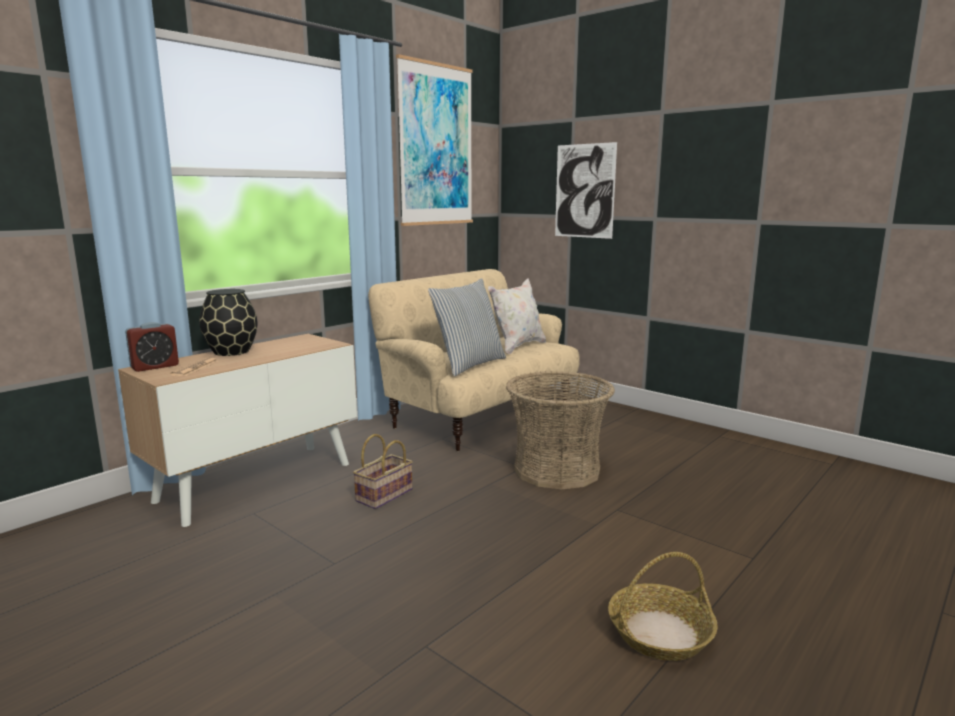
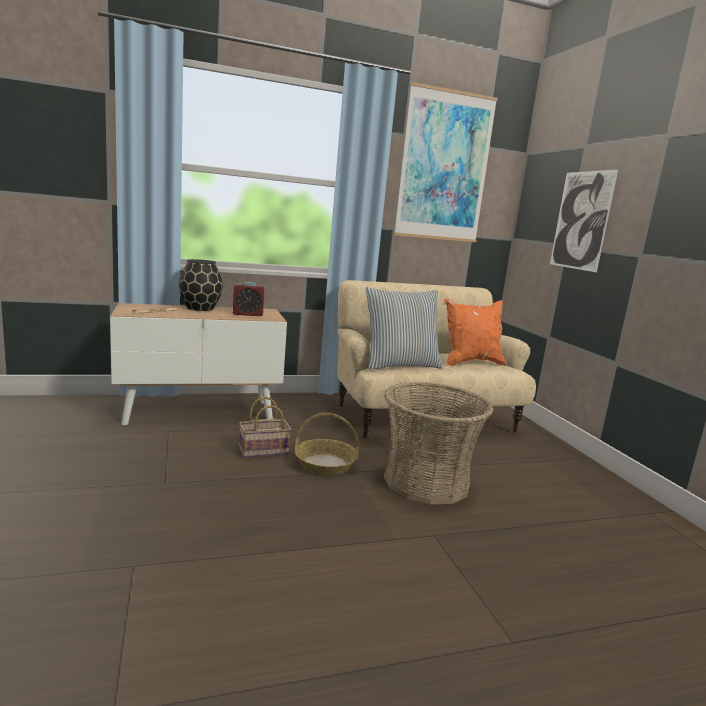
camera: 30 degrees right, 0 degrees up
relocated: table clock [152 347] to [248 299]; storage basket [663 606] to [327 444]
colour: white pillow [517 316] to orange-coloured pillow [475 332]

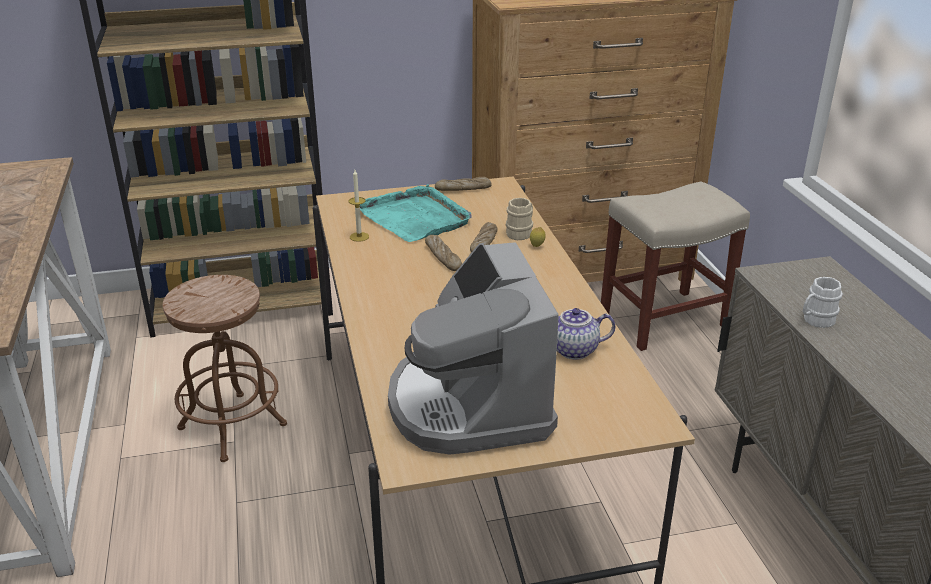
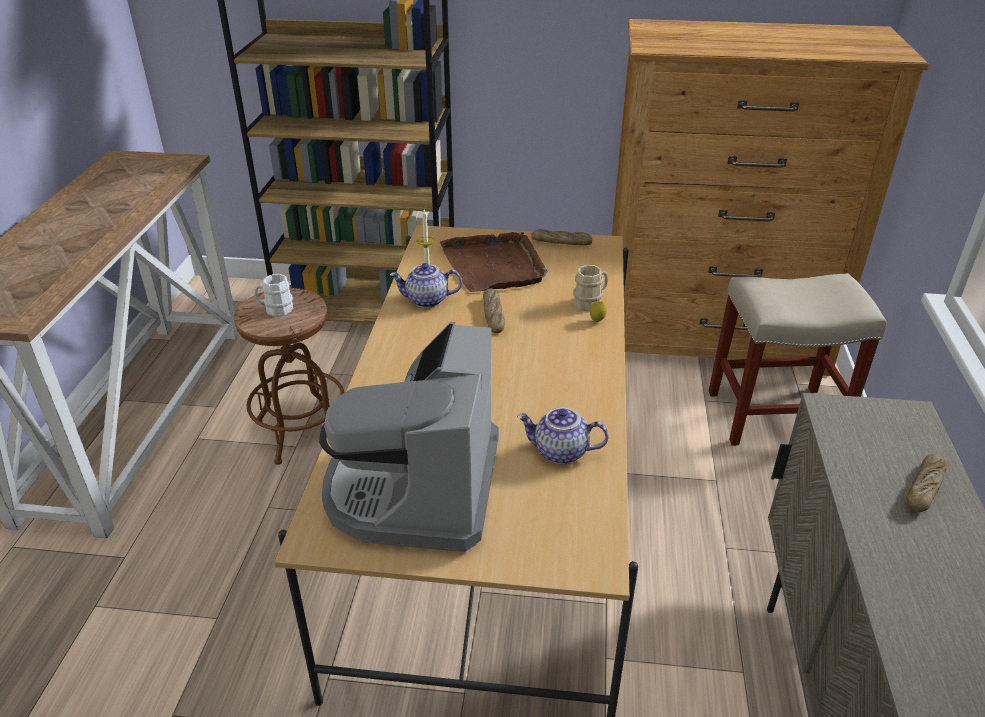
camera: 20 degrees right, 5 degrees up
appeared: pot for tea [426 285]
relocated: white coffee mug [823 302] to [273 295]; bread [483 237] to [927 483]
colour: blue-green serving tray [415 213] to brown-coloured serving tray [493 262]

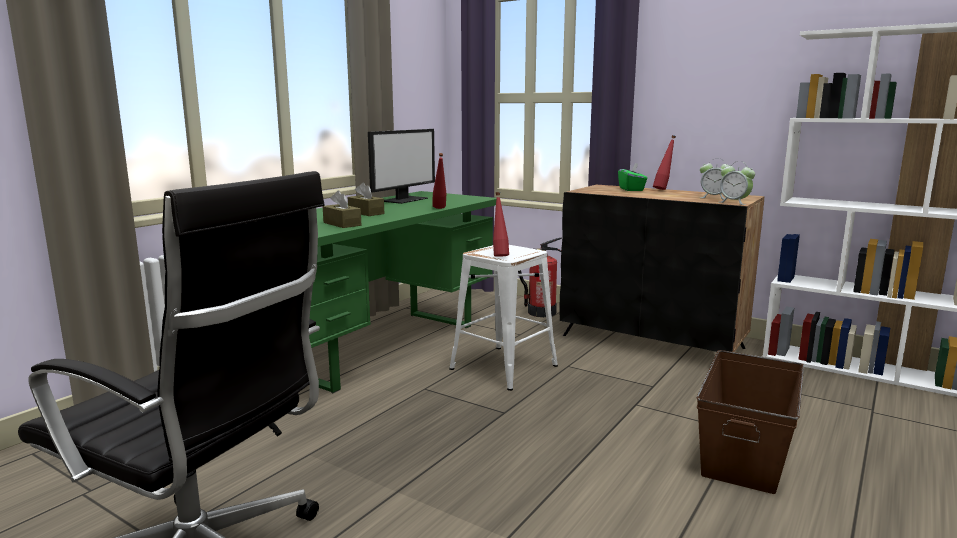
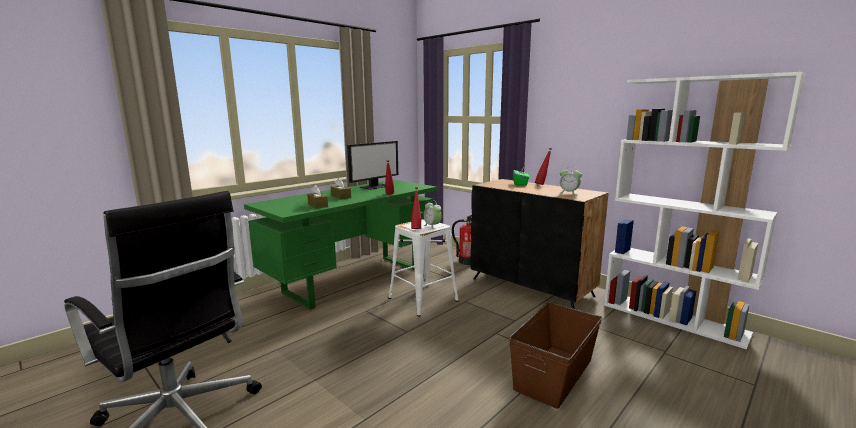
camera: 10 degrees right, 0 degrees up
relocated: table clock [737 183] to [432 214]

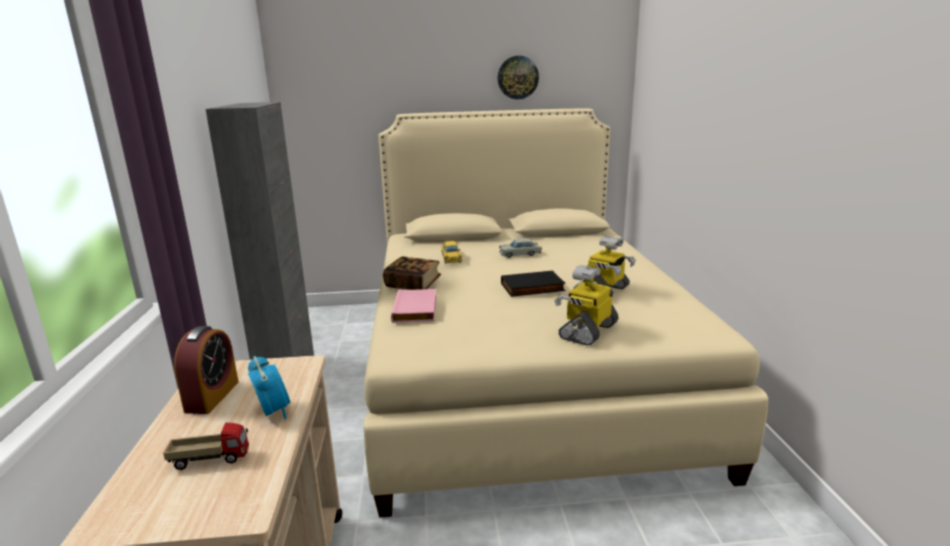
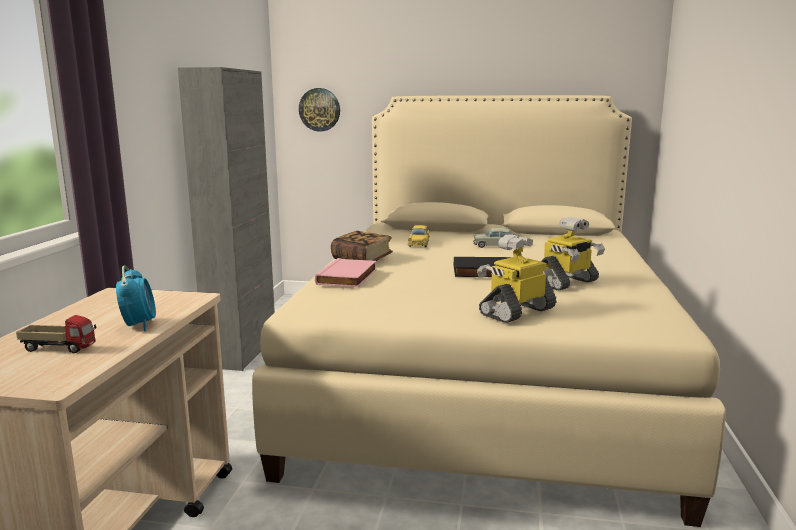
camera: 15 degrees right, 5 degrees down
missing: table clock [206 370]
relocated: clock on the wall [518 77] to [319 110]

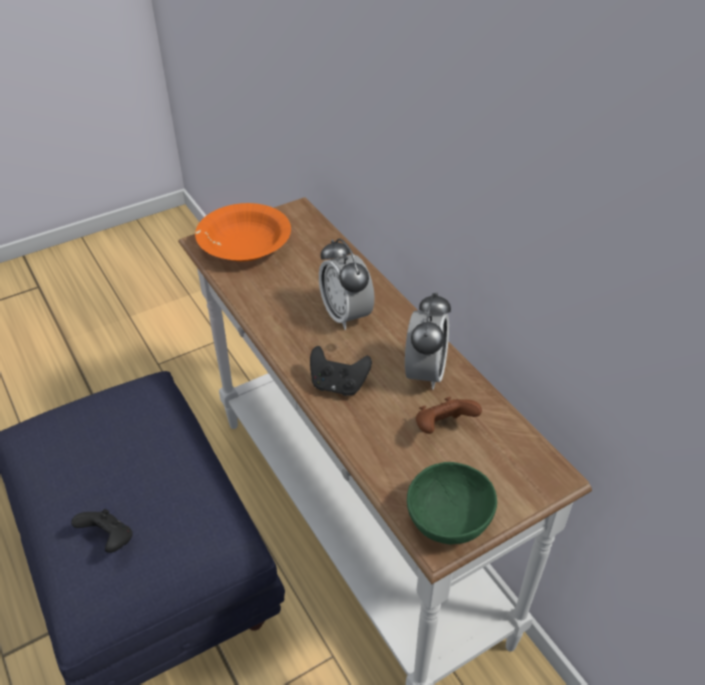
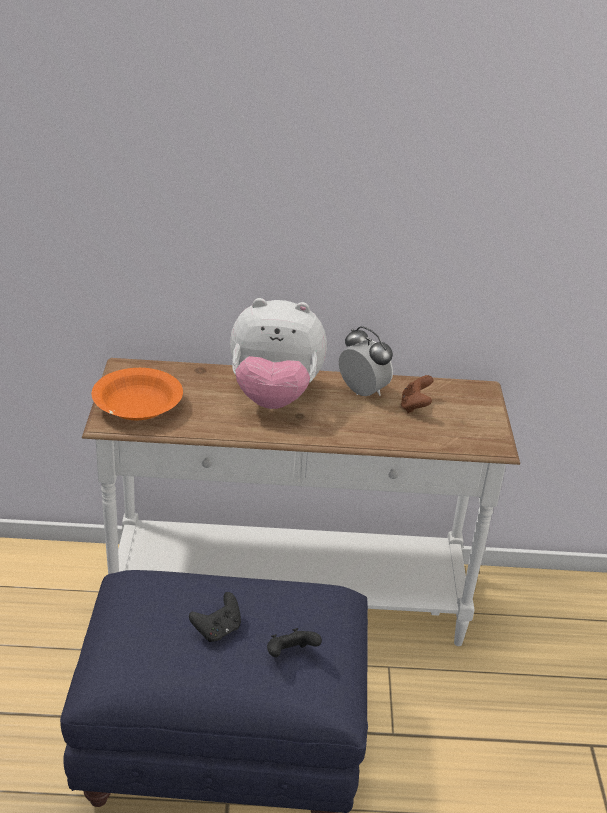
camera: 60 degrees left, 10 degrees down
missing: green-coloured bowl [452 503]
relocated: blackish game controller [341 371] to [215 617]
exchanged: table clock [347 284] to plush toy [278 353]

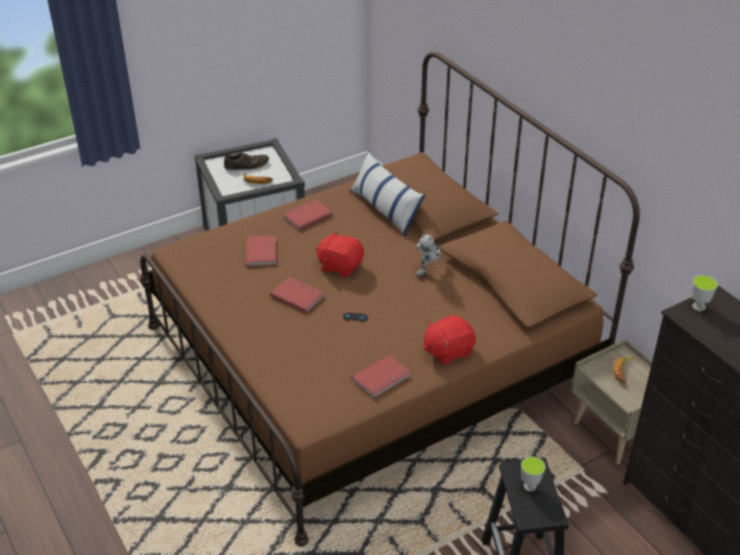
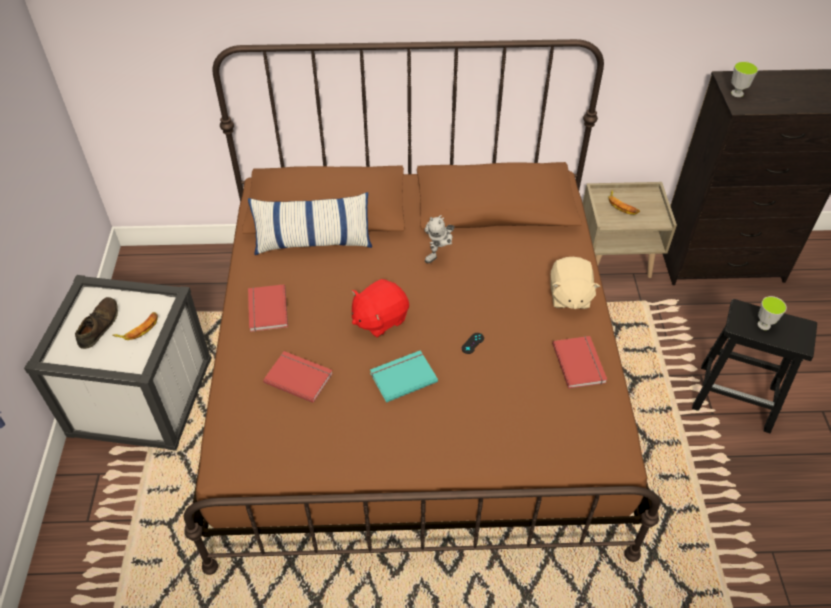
camera: 60 degrees left, 10 degrees up
colour: red-coloured book [297 295] to blue-green book [404 376]; red-coloured plush toy [449 340] to beige plush toy [575 283]
spun: robot figure [429 255] = [439 239] 60 degrees clockwise

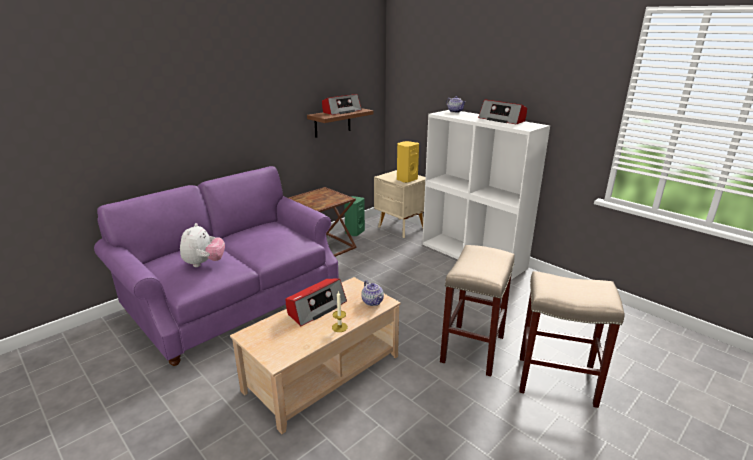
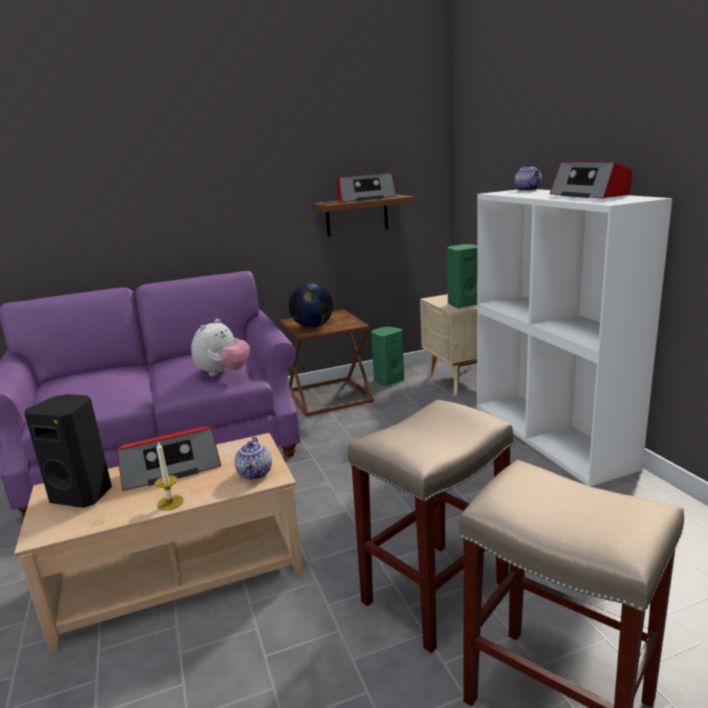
camera: 25 degrees right, 5 degrees down
appeared: blackish audio speaker [68 451]; desk globe [311 305]
relocated: plush toy [202 245] to [220 347]
colour: yellowish audio speaker [408 162] to green-coloured audio speaker [462 276]

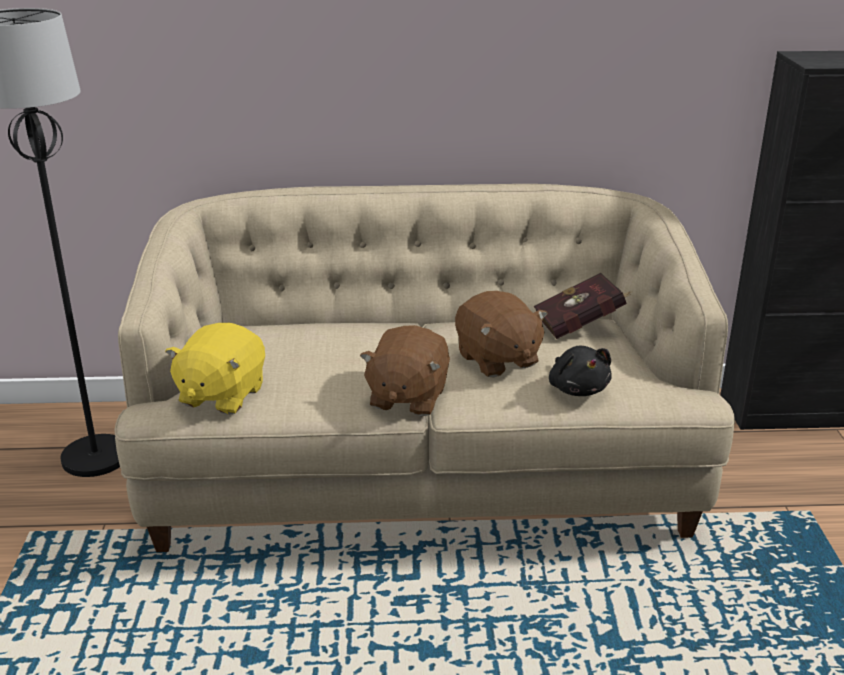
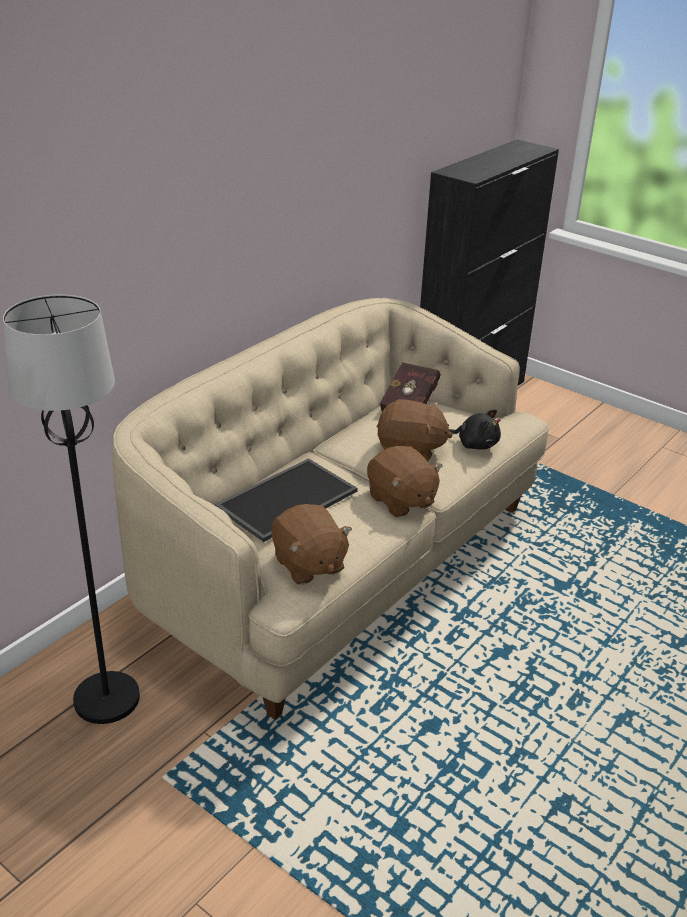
camera: 50 degrees left, 5 degrees up
appeared: serving tray [286 500]
colour: yellowish plush toy [215 369] to brown-coloured plush toy [311 544]

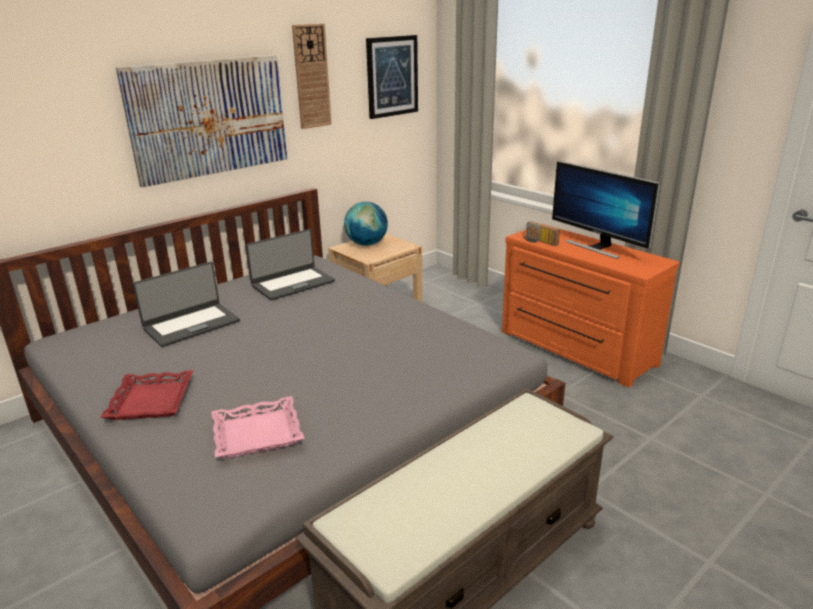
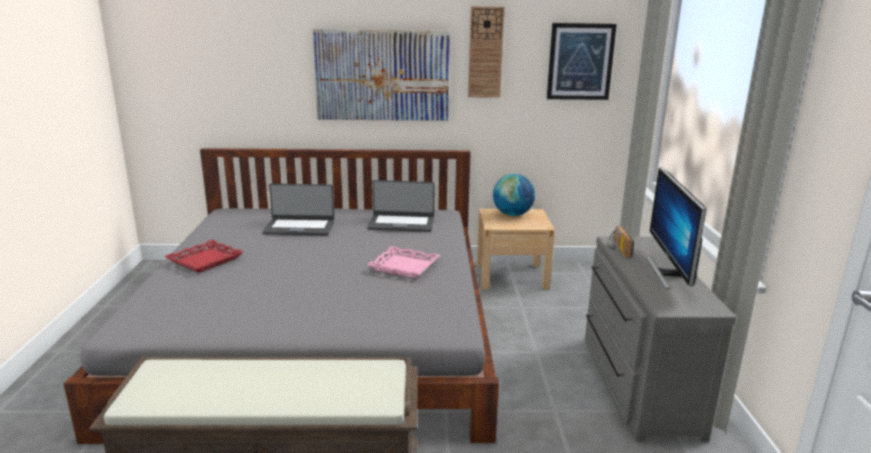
camera: 40 degrees right, 5 degrees down
relocated: pink-coloured serving tray [258 427] to [403 262]
colour: orange-coloured drawer chest [591 305] to grey drawer chest [660 339]

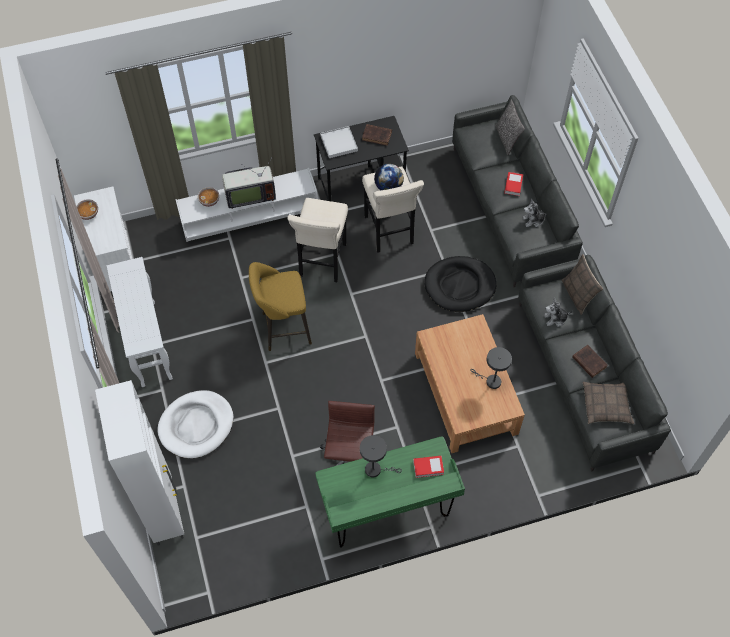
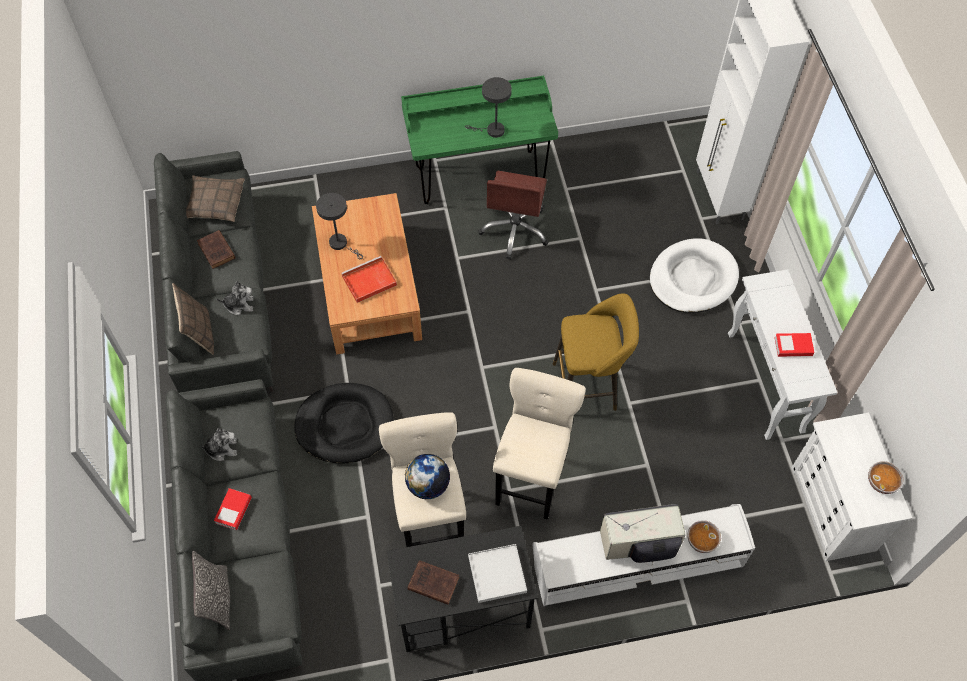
camera: 175 degrees left, 0 degrees up
appeared: red-coloured serving tray [369 279]
relocated: book [428 467] to [794 345]

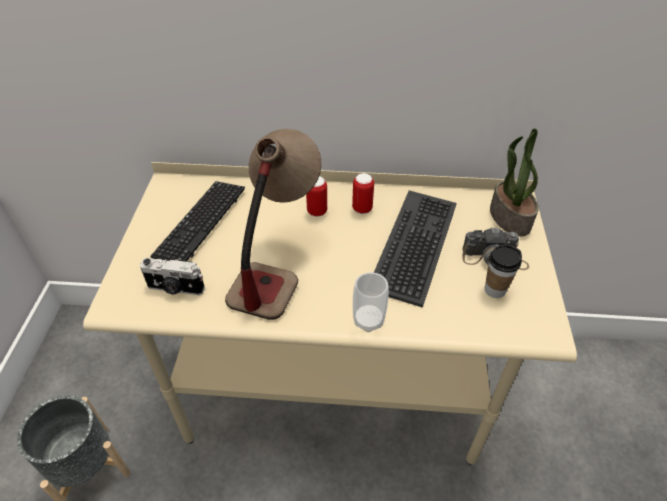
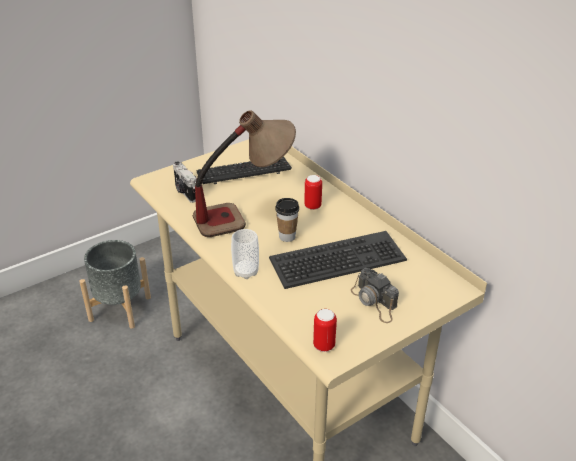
camera: 50 degrees right, 10 degrees down
missing: plant in a pot [514 182]
relocated: small cup [503 271] to [287 220]; metal can [363 193] to [325 330]

